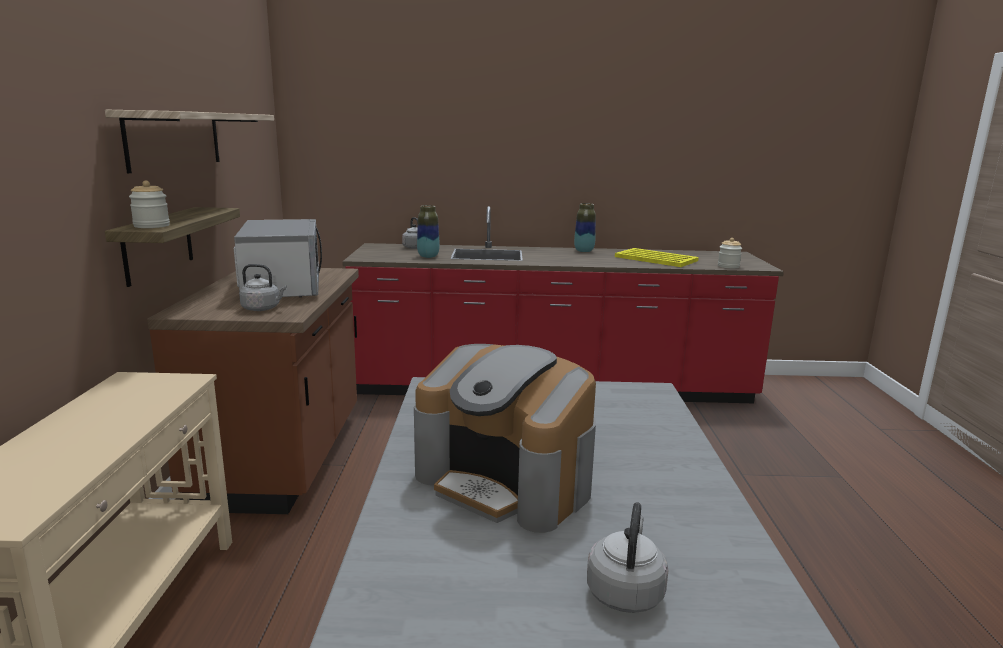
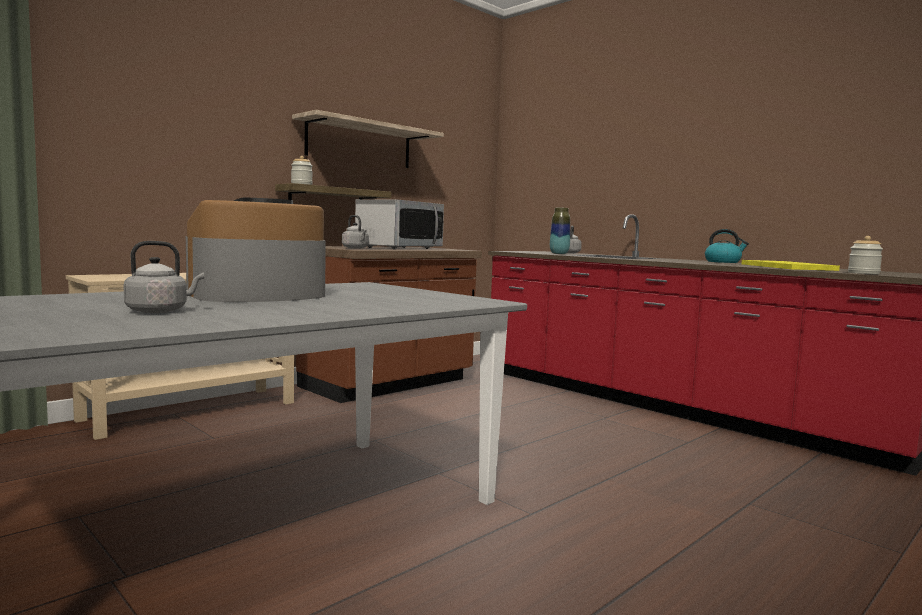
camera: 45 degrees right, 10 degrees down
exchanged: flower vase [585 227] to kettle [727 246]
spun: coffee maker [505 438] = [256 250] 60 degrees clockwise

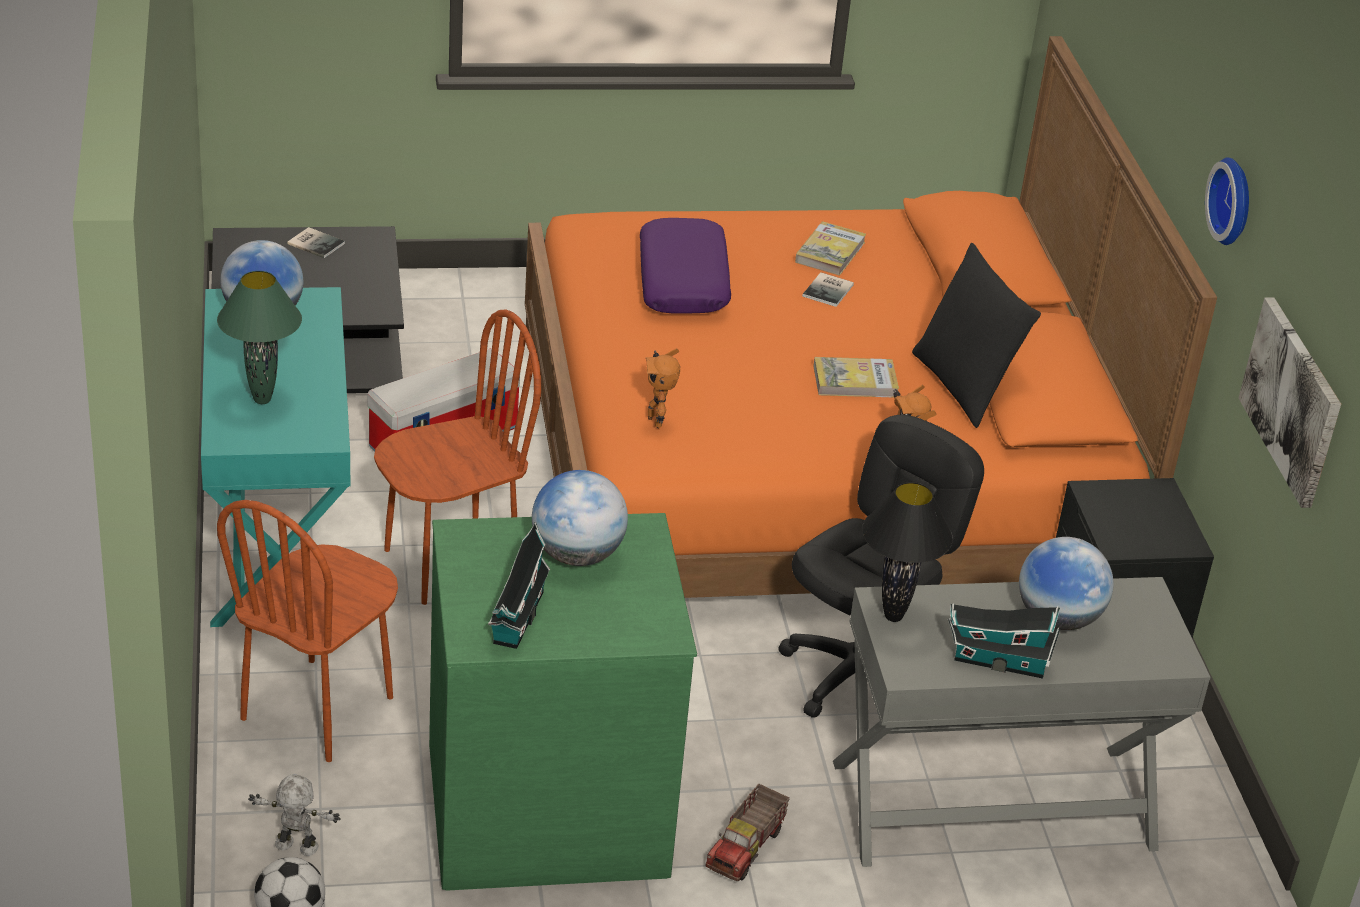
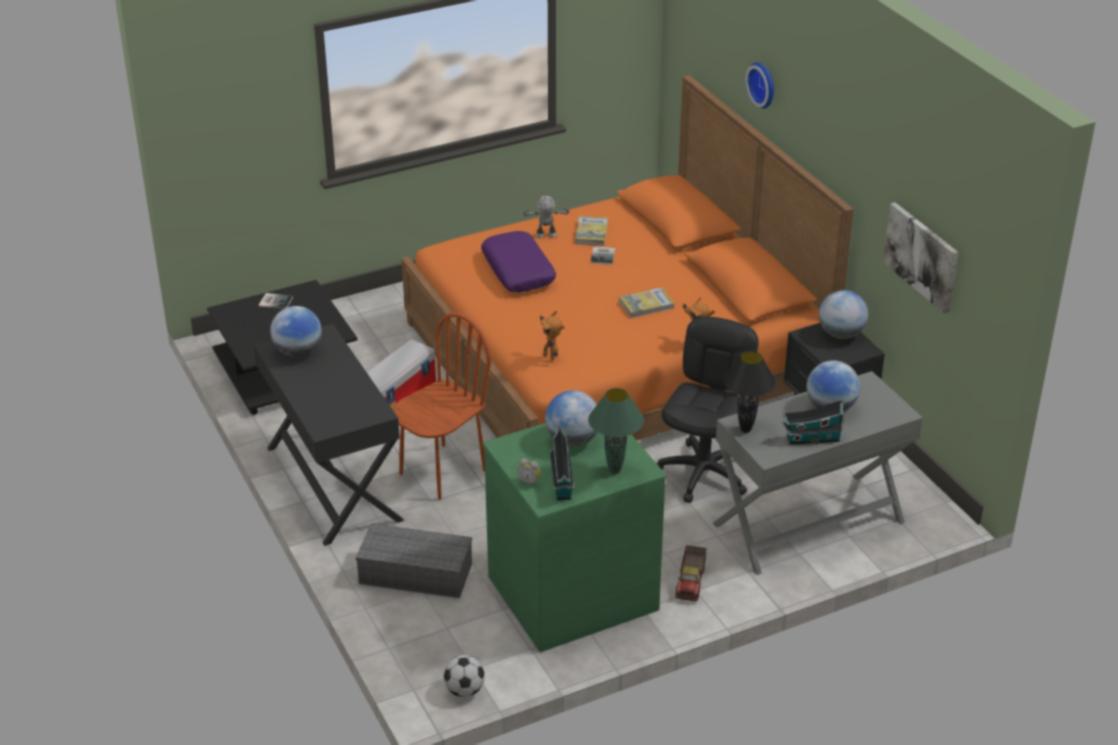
camera: 15 degrees left, 0 degrees up
missing: blackish pillow [976 335]
appeared: table clock [529 472]; desk globe [843 314]
relocated: robot figure [294 815] to [546 217]; green-coloured lamp for a table [259 337] to [616 431]; clock on the wall [1227 201] to [760 85]
exchanged: brown-coloured chair [307 631] to grey storage container [414 561]
colour: blue-green desk [275 457] to blackish desk [329 435]

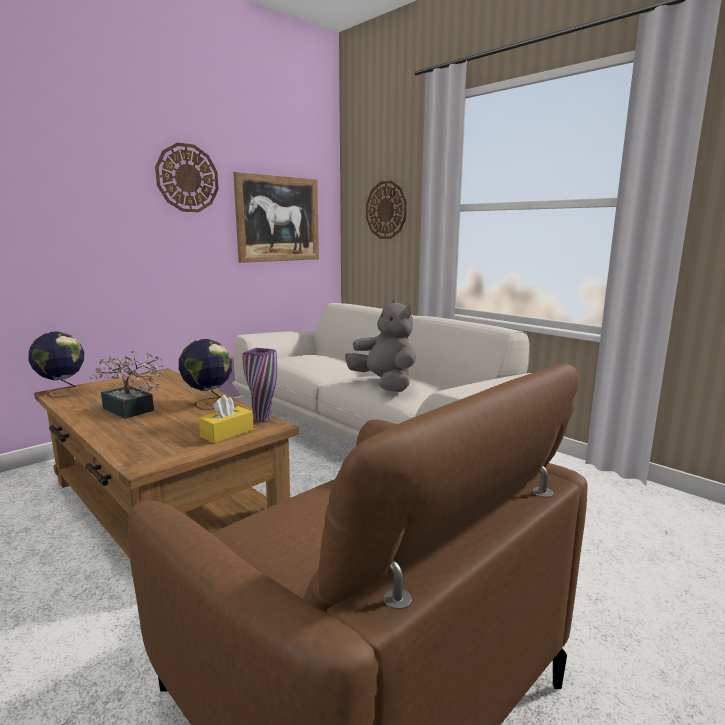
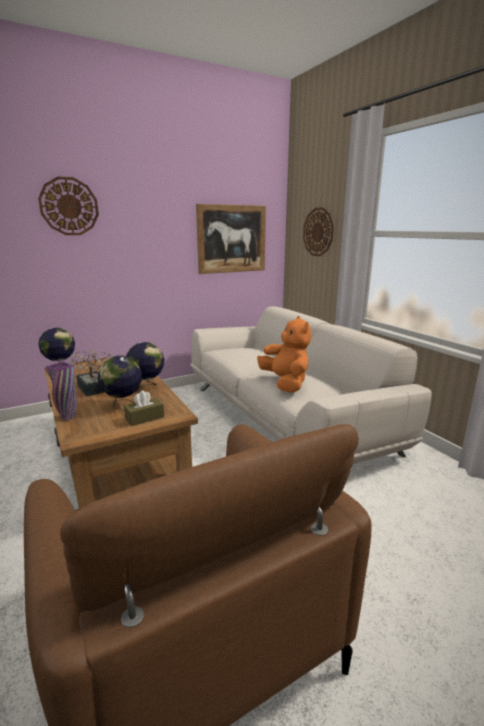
camera: 15 degrees right, 5 degrees up
appeared: desk globe [120 383]
relocated: clock on the wall [187 177] to [68 205]; purple-coloured flower vase [260 385] to [61 391]
colour: yellowish tissue holder [226 419] to brown-coloured tissue holder [144 408]; grey plush toy [380 346] to orange-coloured plush toy [284 354]

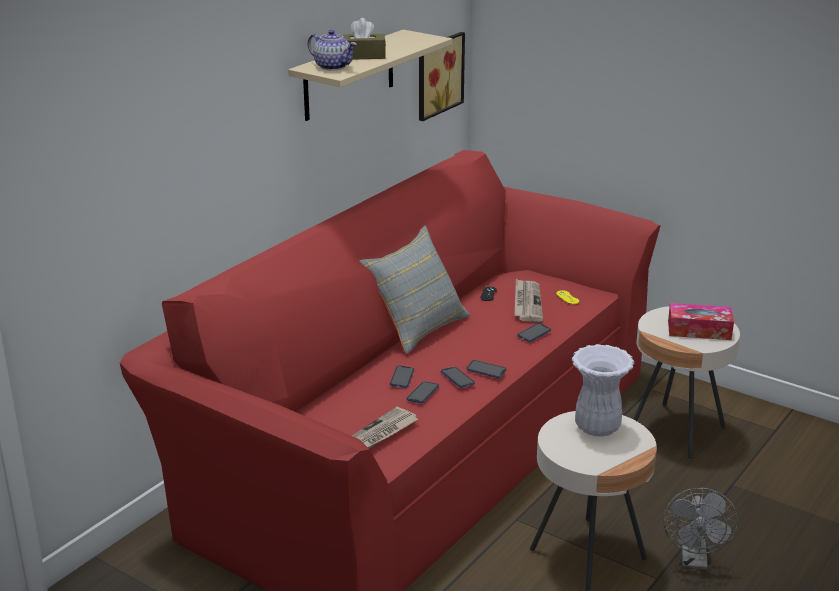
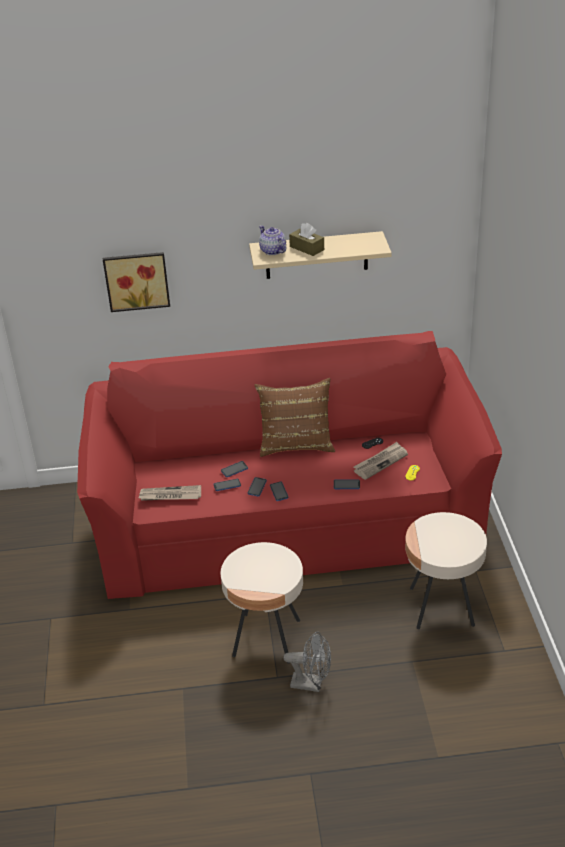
camera: 50 degrees right, 10 degrees up
missing: white flower vase [603 390]; tissue holder [701 321]
relocated: wall art [442 76] to [136 282]
colour: grey pillow [415 290] to brown-coloured pillow [294 417]
spun: pot for tea [332 50] = [272 240] 150 degrees clockwise; grey cooling fan [700 529] = [307 661] 135 degrees counterclockwise

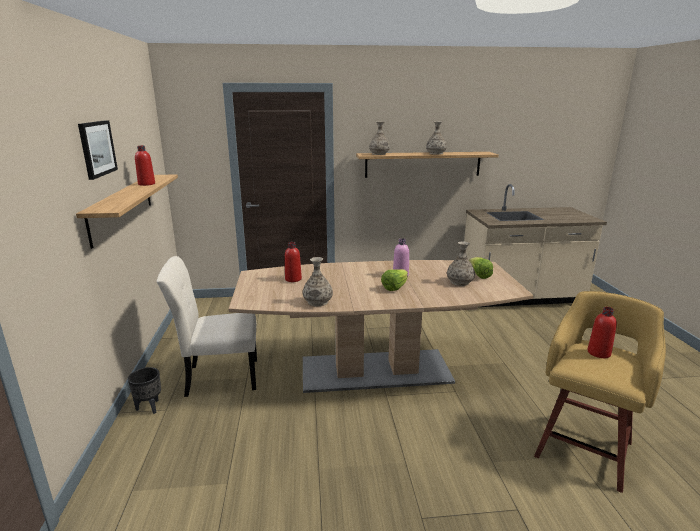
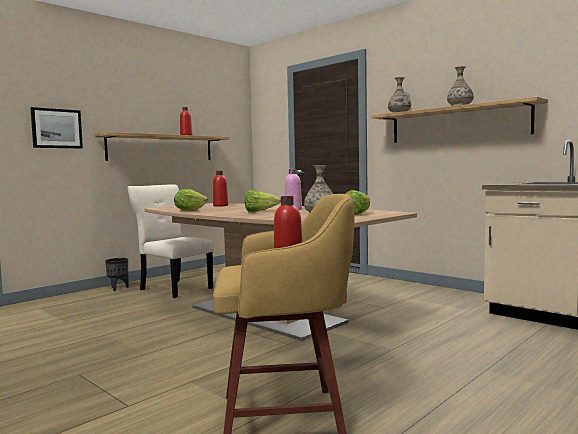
camera: 50 degrees right, 15 degrees down
relocated: wall art [98 150] to [56 127]
exchanged: flower vase [318 282] to head of lettuce [191 200]

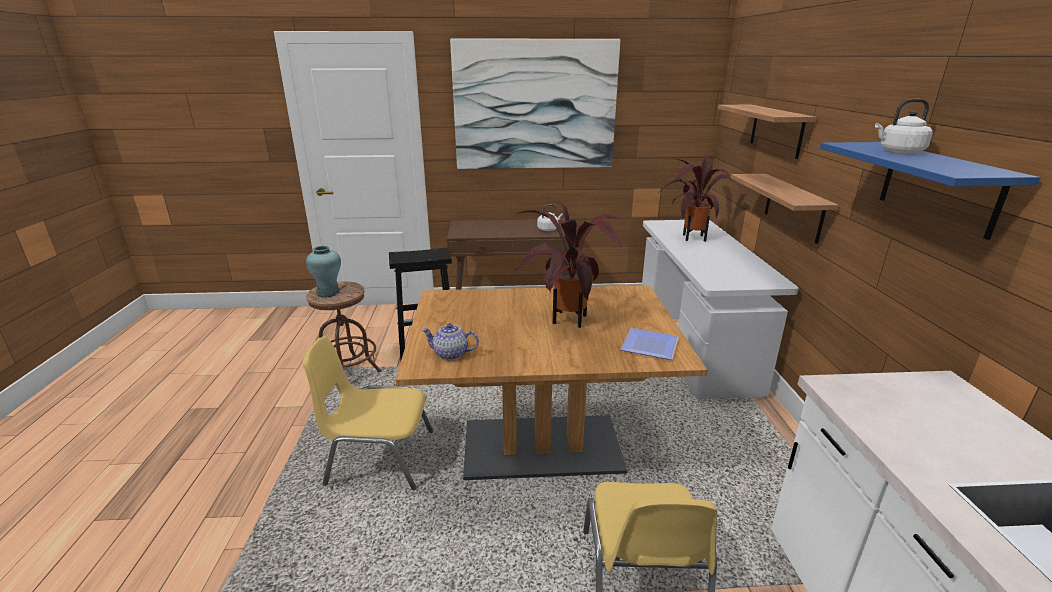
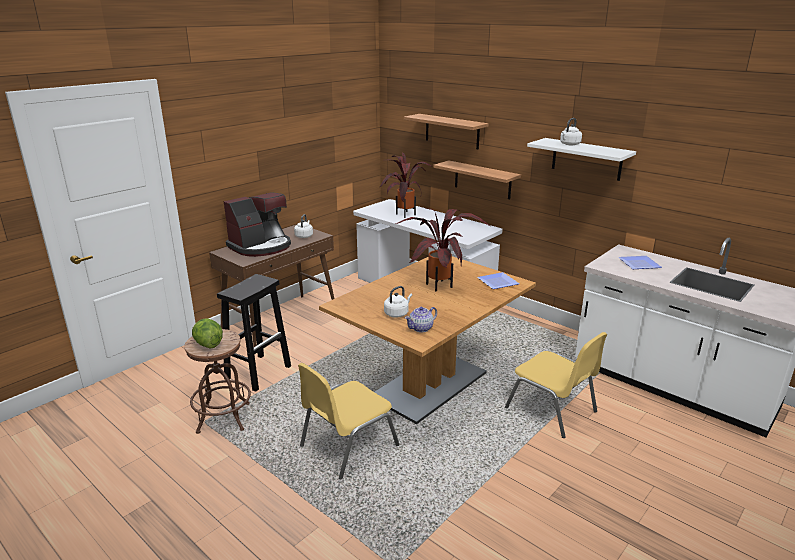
camera: 45 degrees left, 0 degrees up
missing: wall art [535 103]
appeared: coffee maker [257 224]; white kettle [398 302]; flat dish [640 262]
exchanged: blue-green flower vase [323 272] to head of lettuce [207 333]
colour: blue-coloured shelf [930 191] to white shelf [581 159]

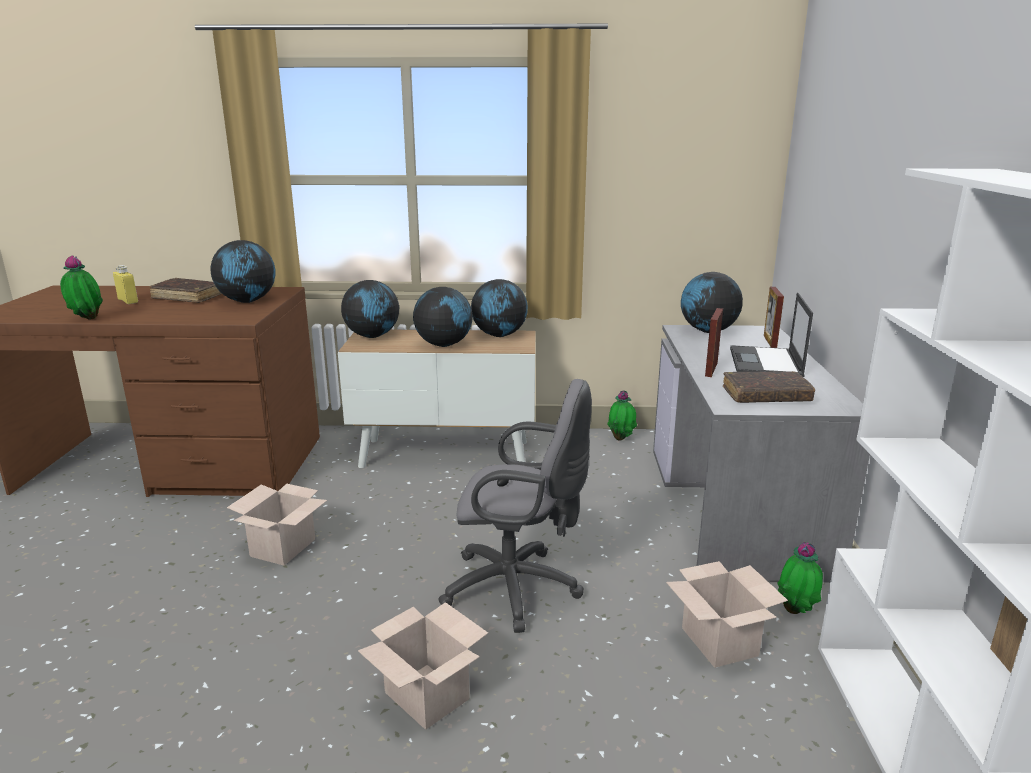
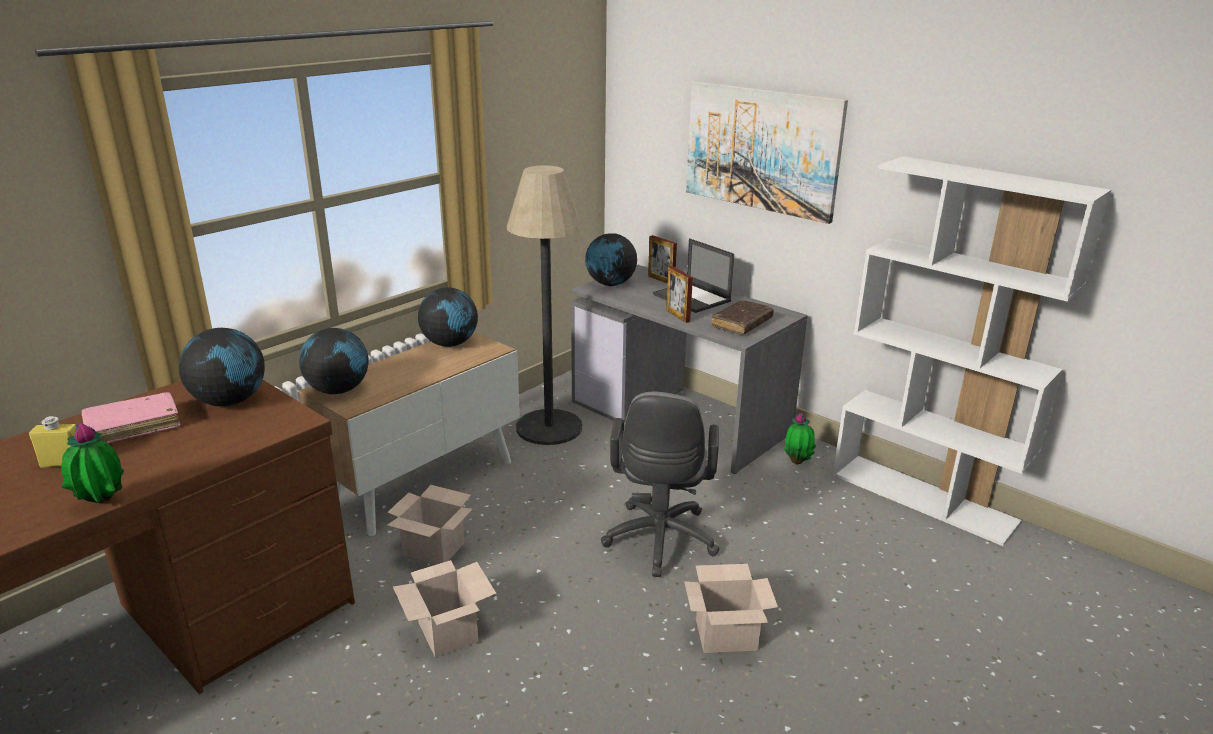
camera: 50 degrees left, 5 degrees up
missing: desk globe [443 317]; plant in a pot [622 415]
appeared: standard lamp [545 305]; wall art [767 152]
relocated: packing box [727 614] to [429 524]
colour: brown-coloured book [185 290] to pink-coloured book [130 417]
spun: grey desk chair [515 506] = [660 484] 135 degrees clockwise

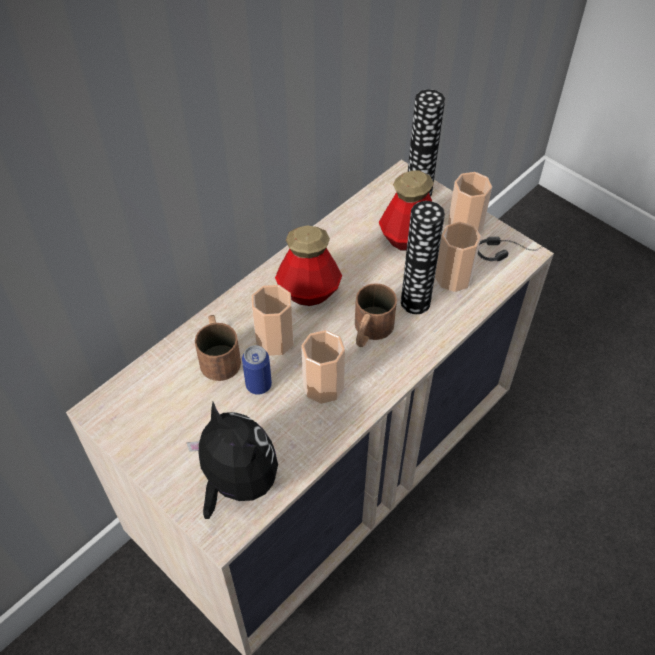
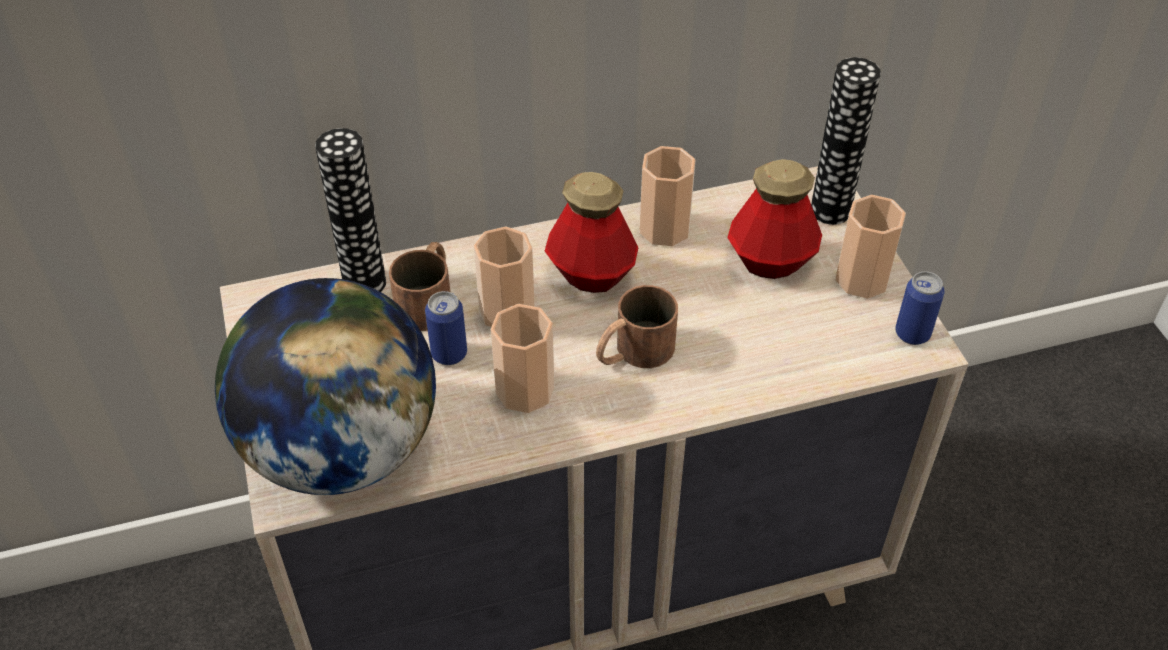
camera: 30 degrees right, 5 degrees down
relocated: flower vase [423 257] to [350 210]; small cup [458 257] to [667 196]
exchanged: plush toy [232 460] to desk globe [325 386]; headset [518 248] to metal can [920 308]

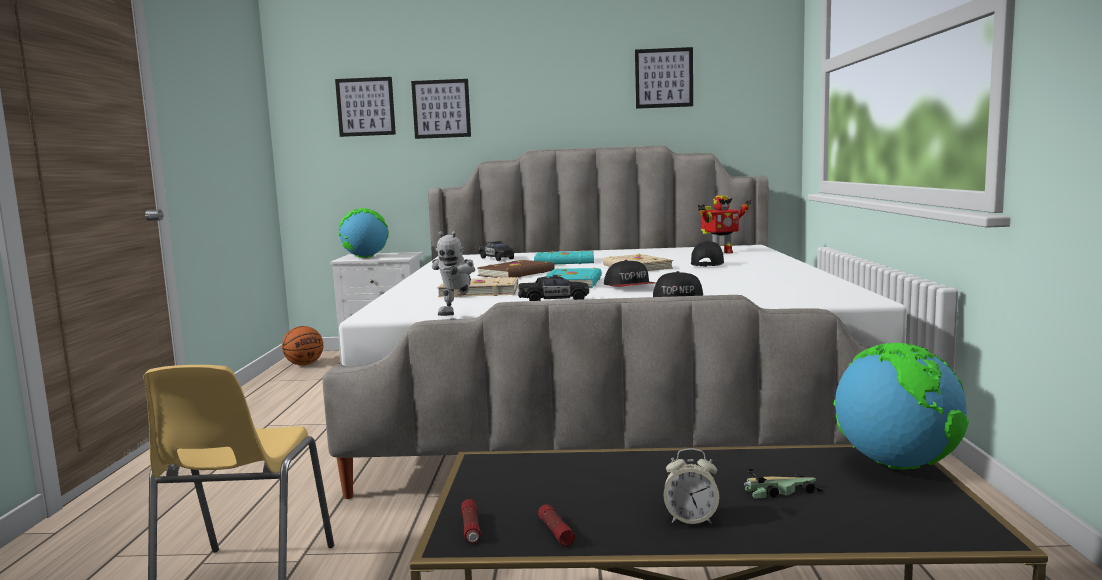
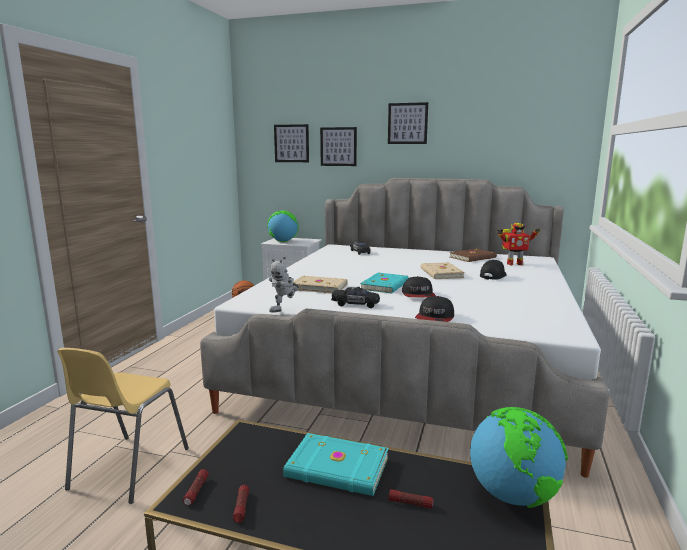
camera: 15 degrees right, 5 degrees up
missing: table clock [691 486]
relocated: blue-green book [564 257] to [335 464]; wall art [664 78] to [408 123]; brown-coloured book [516 269] to [473 255]
exchanged: toy car [783 483] to hand torch [411 499]

